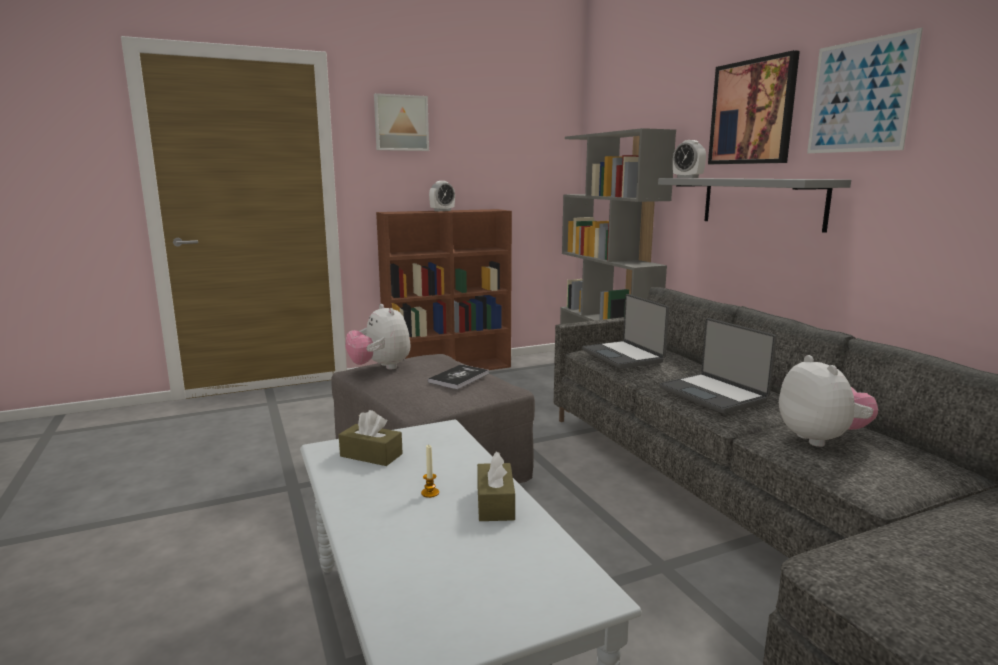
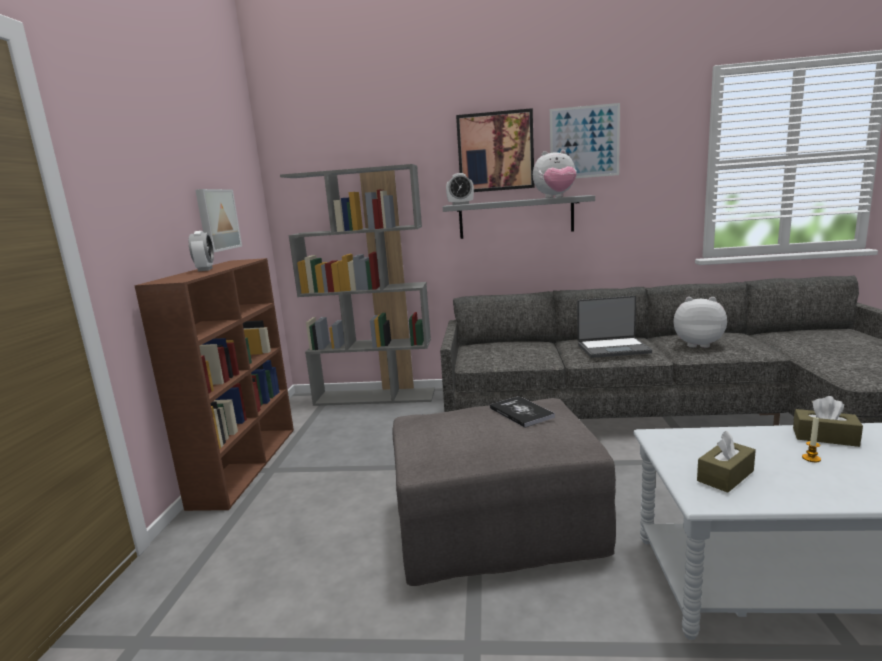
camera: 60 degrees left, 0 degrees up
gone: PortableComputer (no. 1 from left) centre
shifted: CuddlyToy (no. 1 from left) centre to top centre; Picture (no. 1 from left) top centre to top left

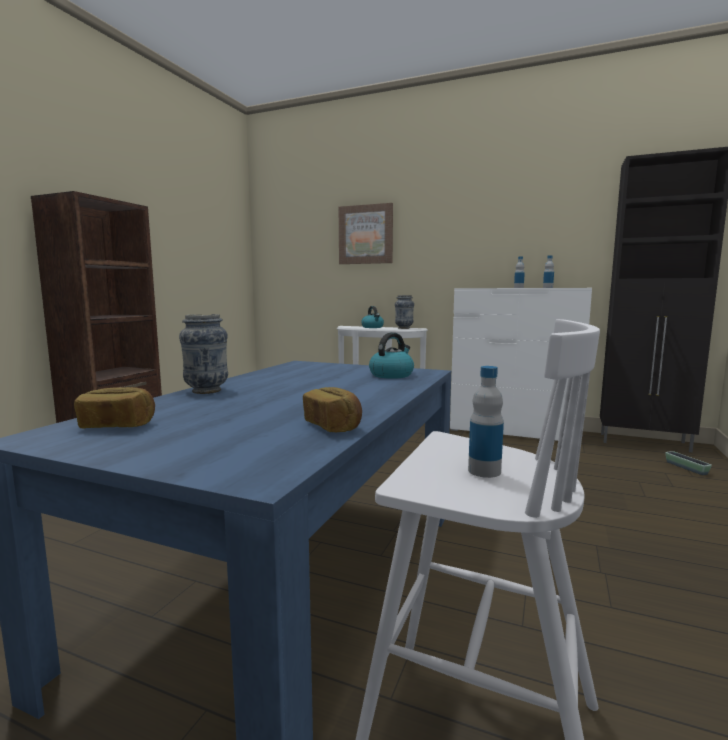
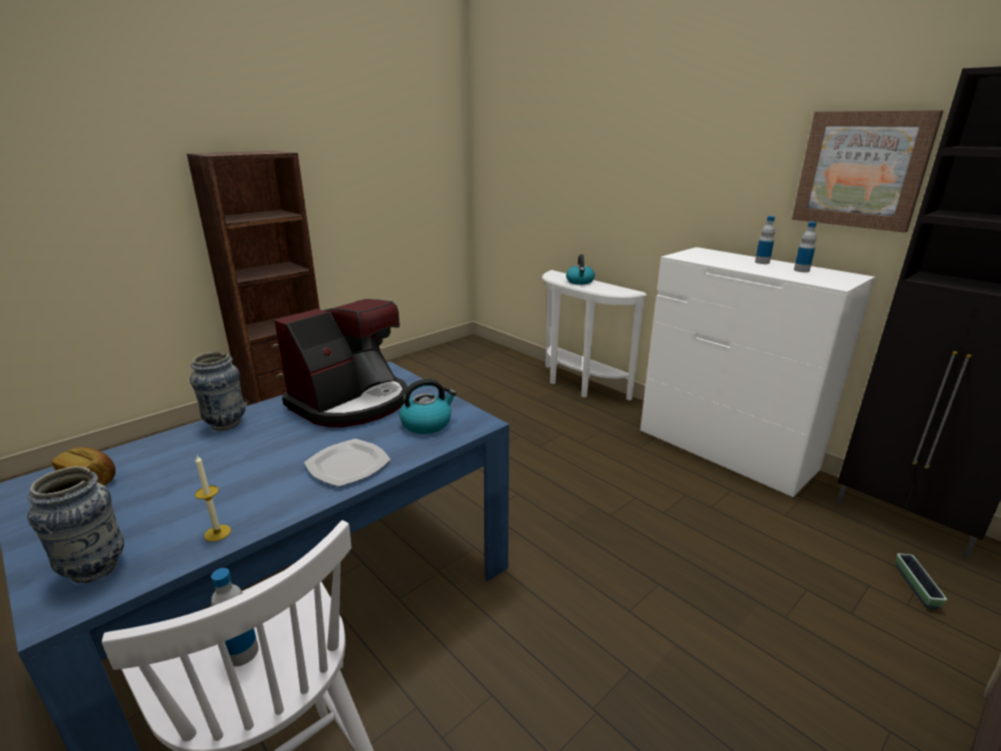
camera: 25 degrees right, 15 degrees up
new: CoffeeMaker centre; Plate centre
shifted: Picture top centre to top right; DecorativeVase (no. 2 from left in the first image) centre to DecorativeVase (no. 1 from left) bottom left
swapped: Bread (no. 2 from left) centre to WaxCandle middle left

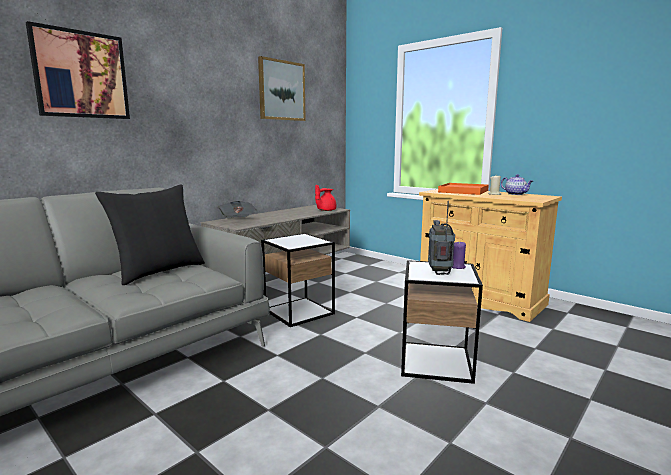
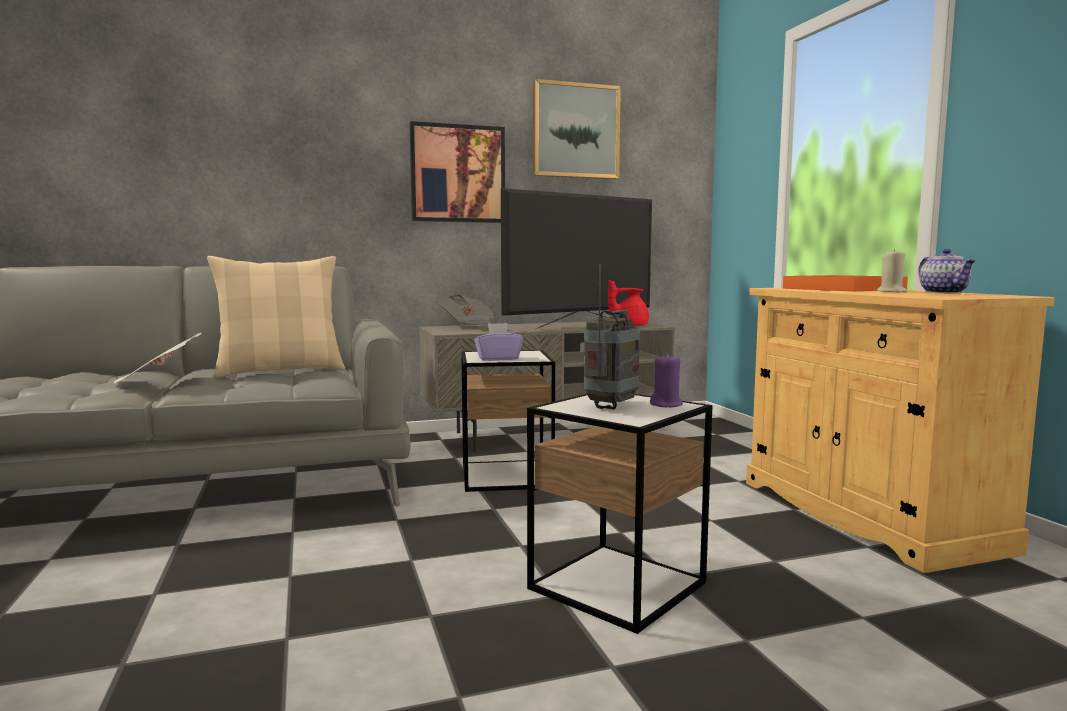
camera: 30 degrees right, 5 degrees down
new: PrintedPaper (no. 1 from left) middle left; PurpleBoxOfTissues centre; TvSet centre
shifted: Picture (no. 1 from left) top left to top centre
repainted: BlackishCushion middle left to BeigeColouredCushion middle left

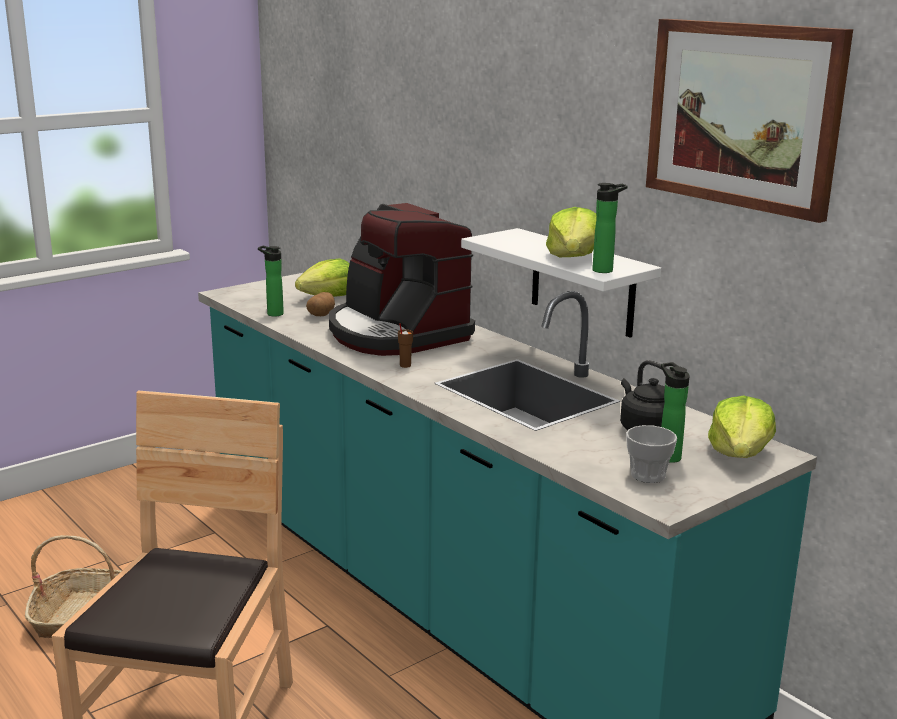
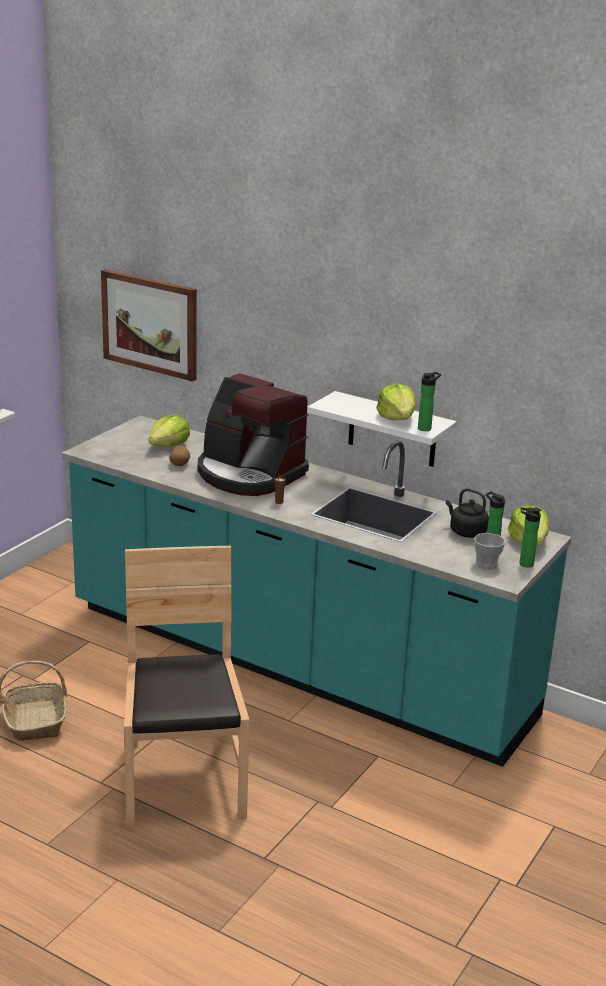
camera: 20 degrees left, 5 degrees up
shifted: DrinkBottle (no. 1 from left in the first image) middle left to DrinkBottle (no. 3 from left) middle right; Picture top right to top left

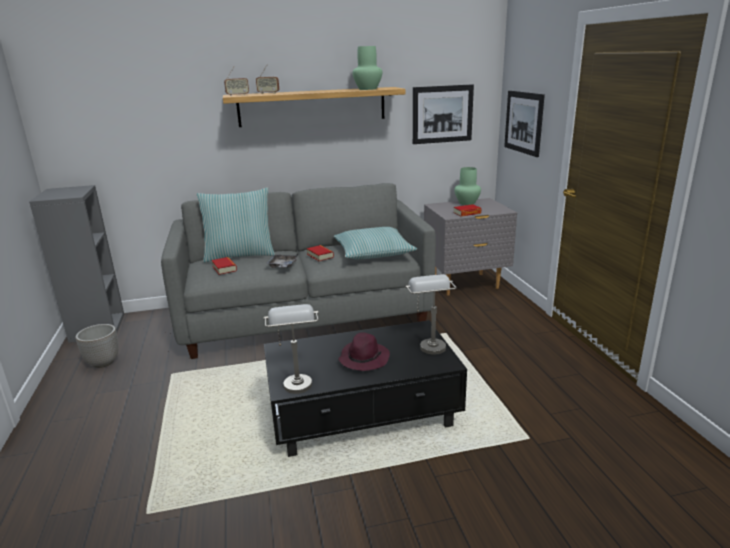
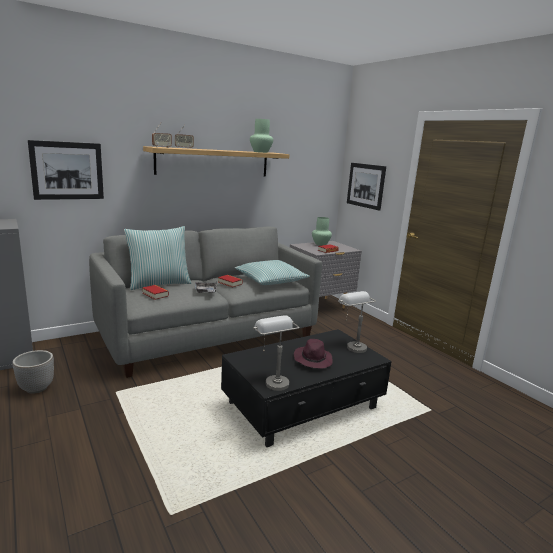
camera: 20 degrees left, 5 degrees down
shifted: Picture (no. 1 from left) top centre to top left

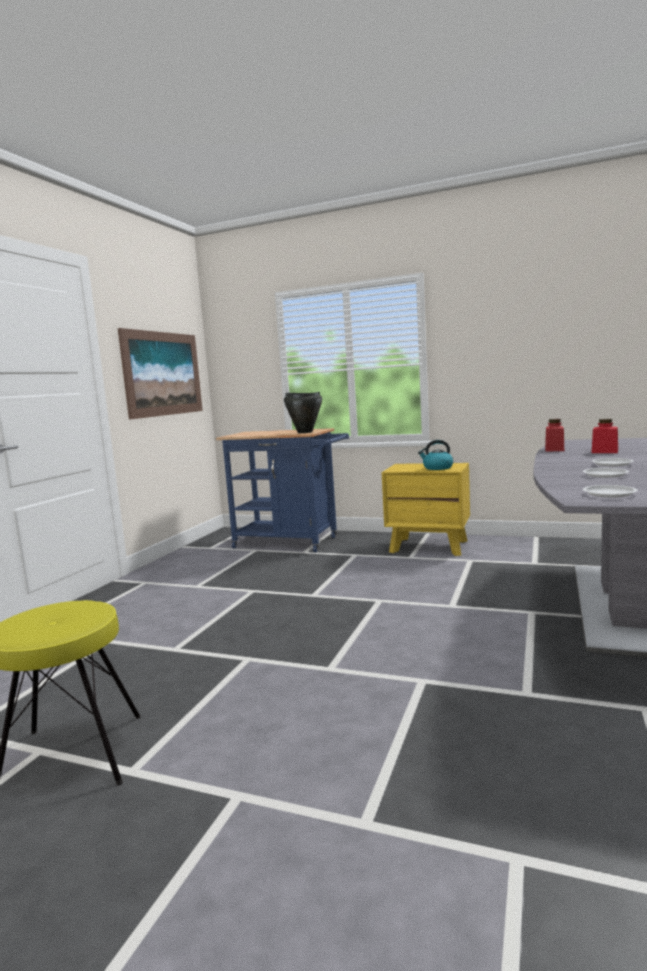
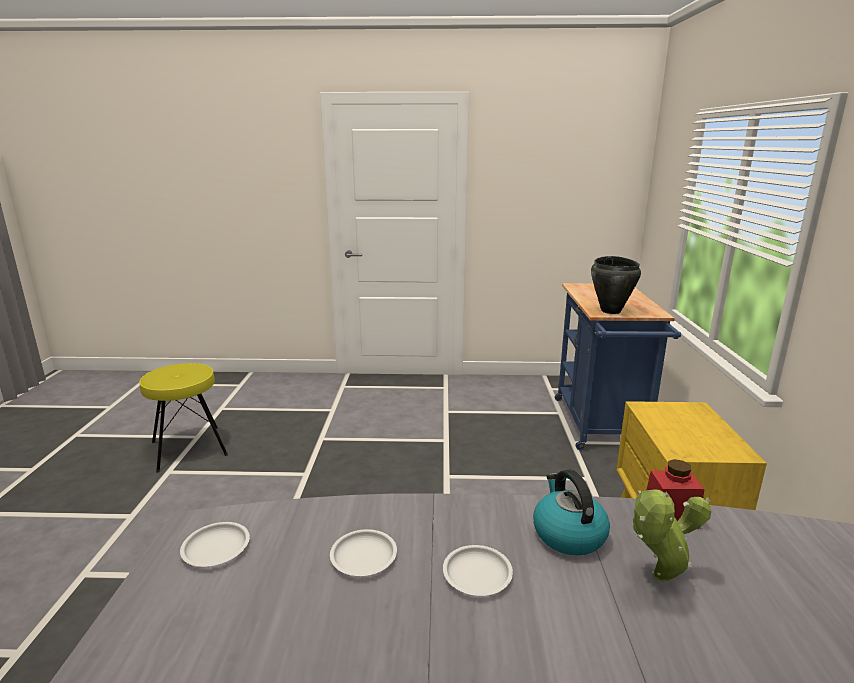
camera: 70 degrees right, 10 degrees up
gone: Picture middle left
shifted: TeaKettle middle right to bottom right
swapped: RedPreserveJar (no. 2 from left) middle right to PlantInAPot bottom right

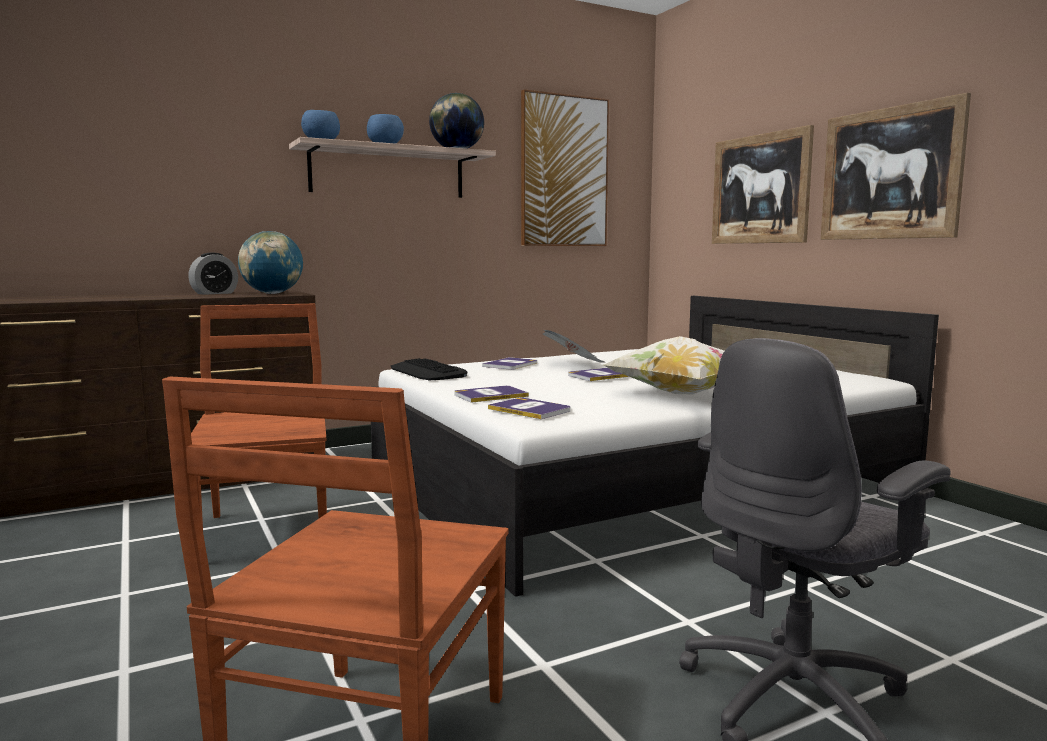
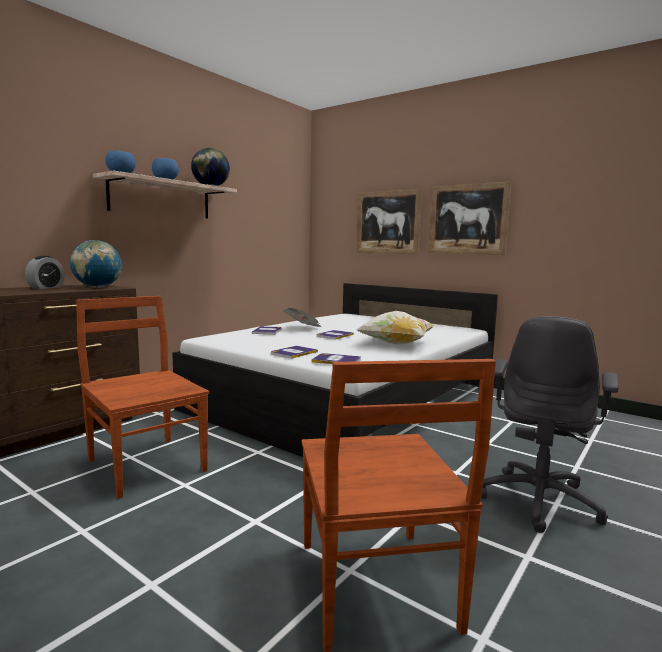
camera: 25 degrees left, 0 degrees up
gone: ComputerKeyboard centre; Picture (no. 1 from left) top centre

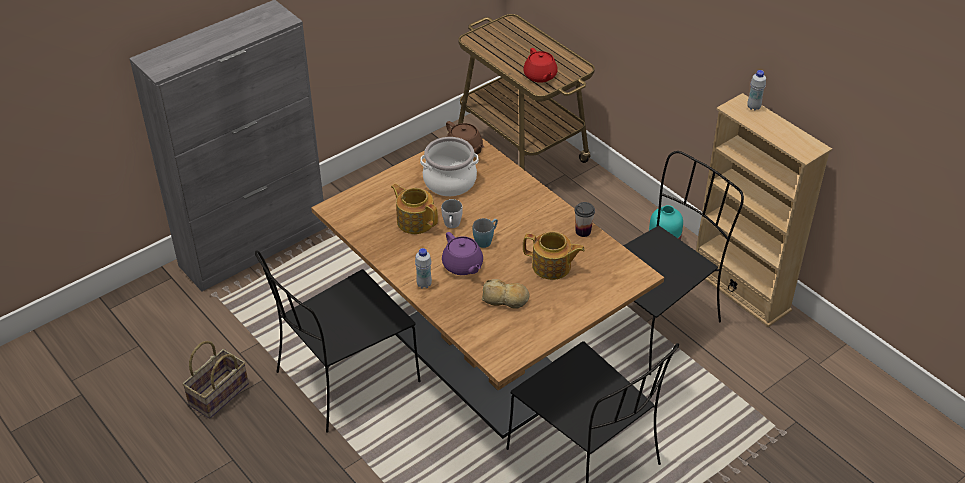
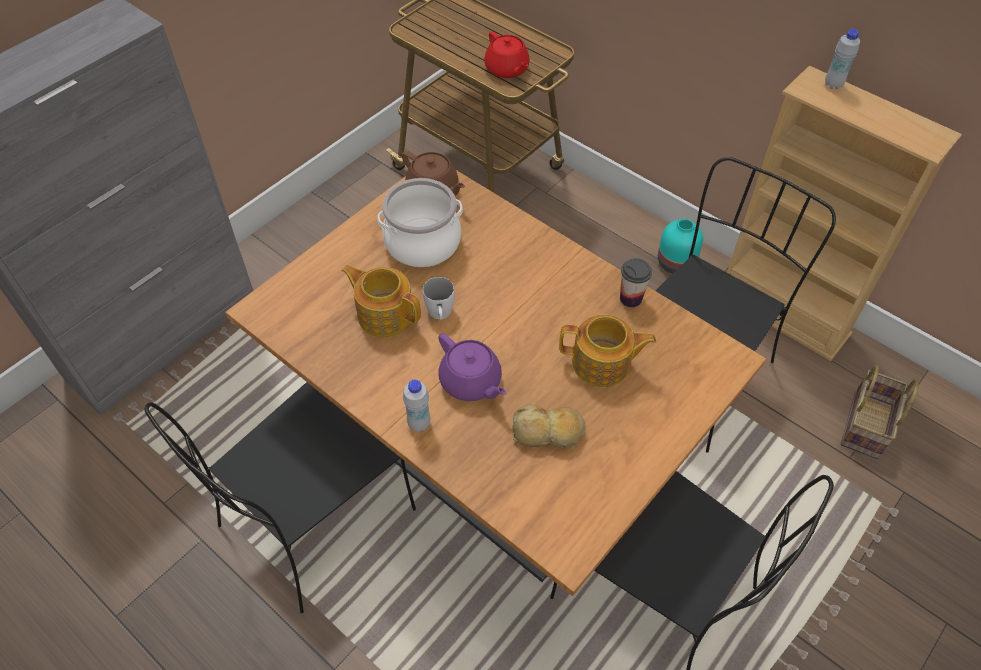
camera: 10 degrees left, 10 degrees up
gone: BluishCoffeeMug centre
shifted: HouseholdBasket bottom left to middle right

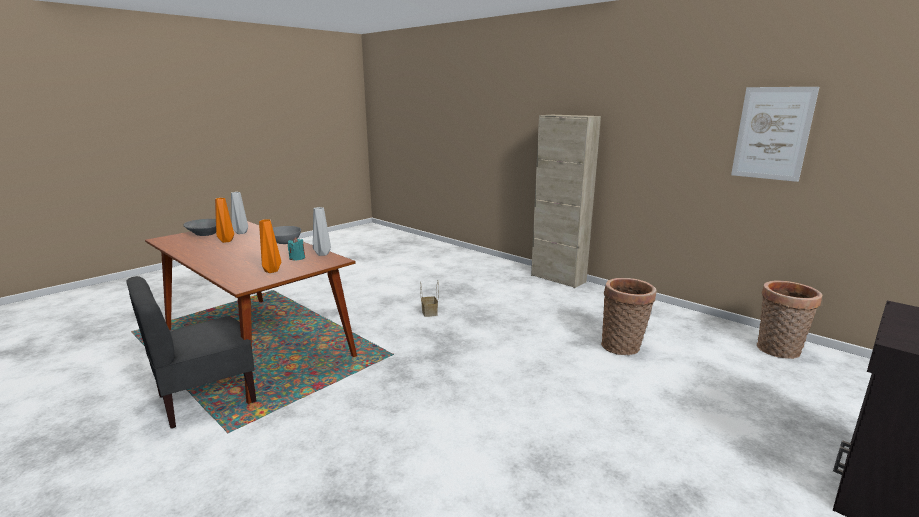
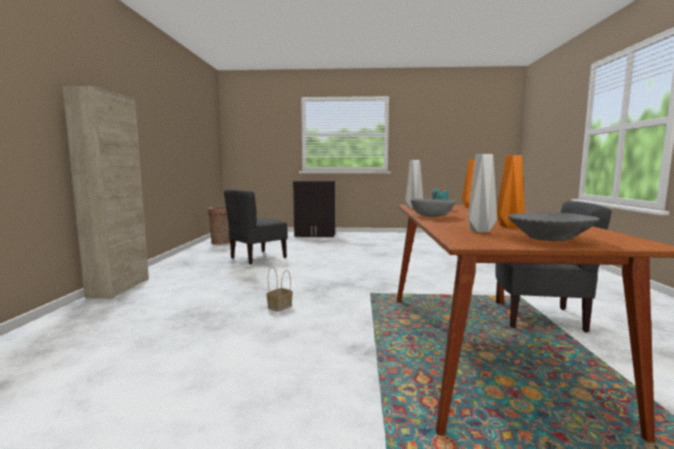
camera: 130 degrees left, 10 degrees down
gone: Picture top right
swapped: HouseholdBasket (no. 2 from left) middle right to GreyUprightChair (no. 1 from left) centre

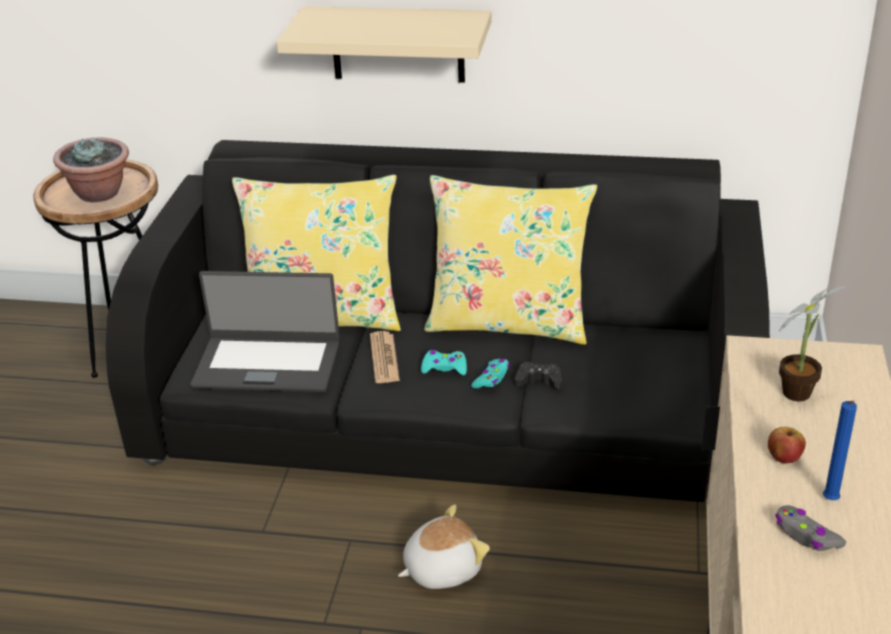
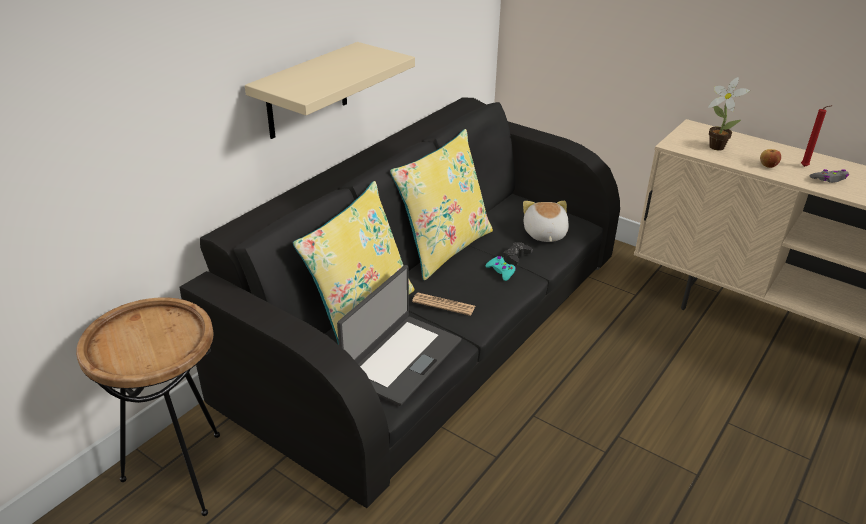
camera: 65 degrees left, 0 degrees up
gone: PlantInAPot (no. 1 from left) top left; TurquoiseColouredJoypad (no. 1 from left) centre
shifted: CuddlyToy bottom centre to centre
repainted: BluishWaxCandle bottom right to RedWaxCandle top right

